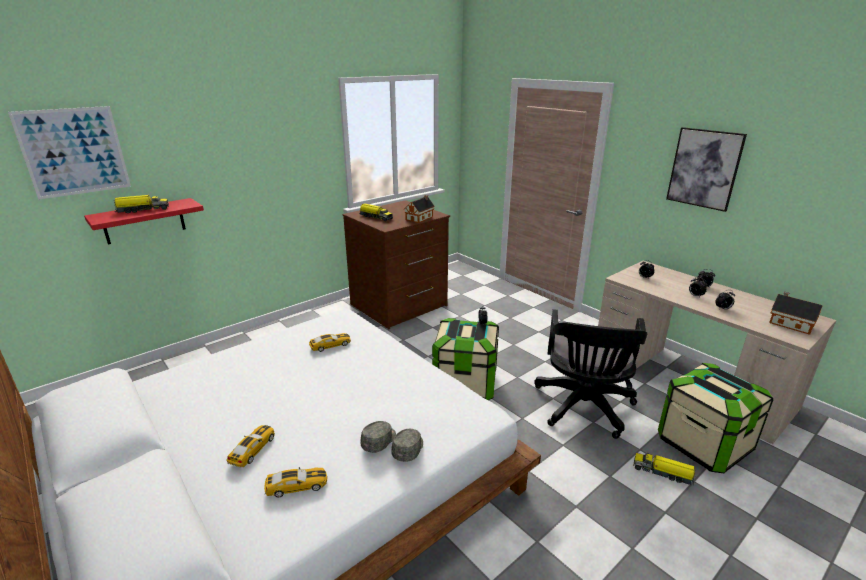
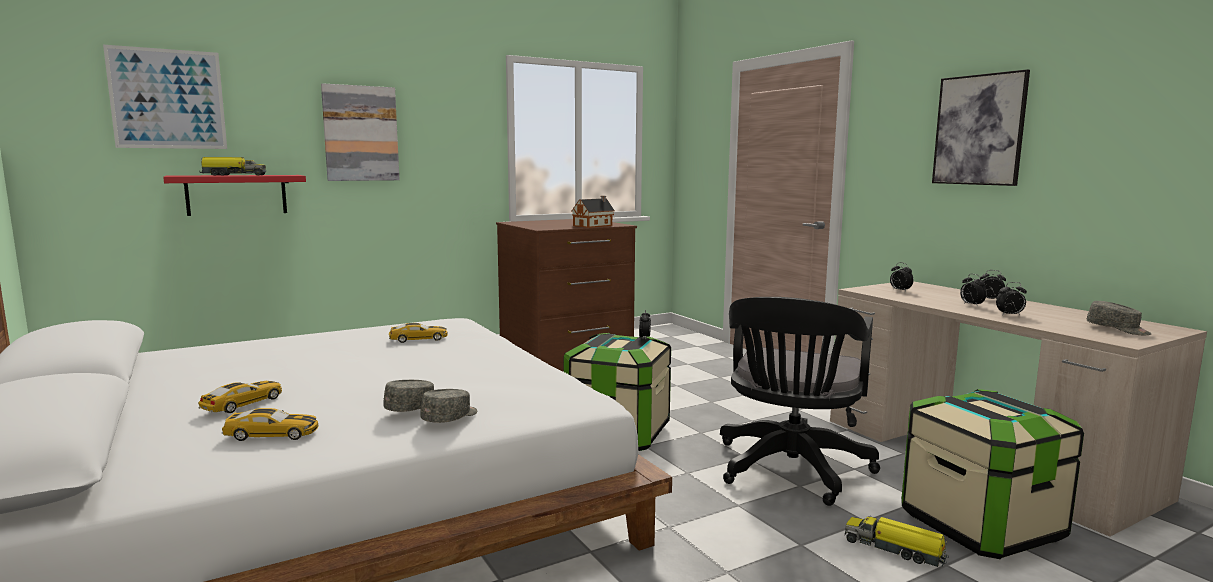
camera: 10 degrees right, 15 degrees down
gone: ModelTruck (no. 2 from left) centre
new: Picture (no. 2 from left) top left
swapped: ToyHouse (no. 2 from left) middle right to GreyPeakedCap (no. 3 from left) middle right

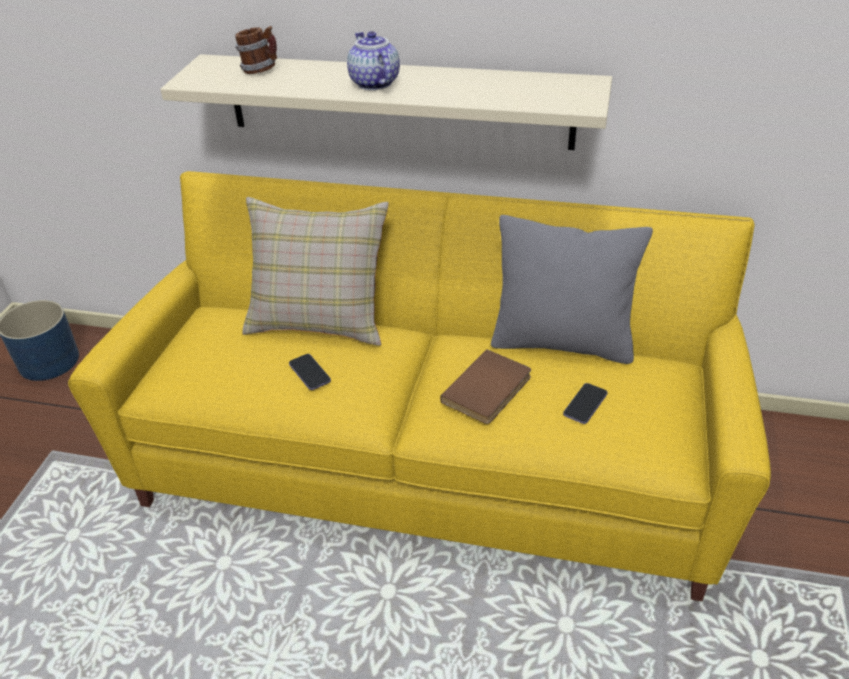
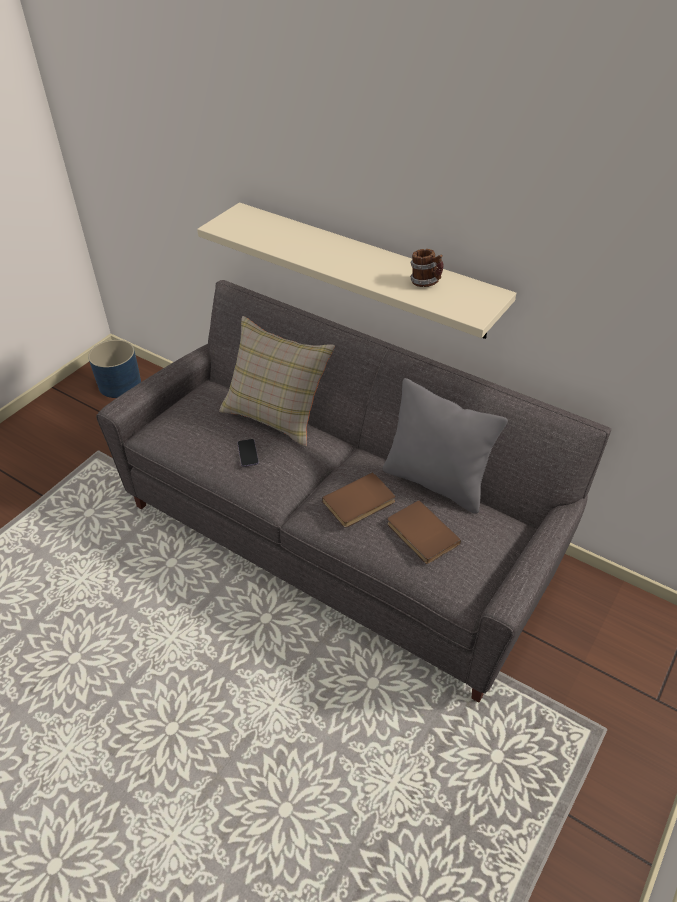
camera: 20 degrees right, 5 degrees up
gone: TeaPot top centre
shifted: CoffeeMug top left to top centre
swapped: Telephone (no. 2 from left) middle right to BrownBook (no. 2 from left) centre
repainted: YellowSofa centre to GreySofa centre

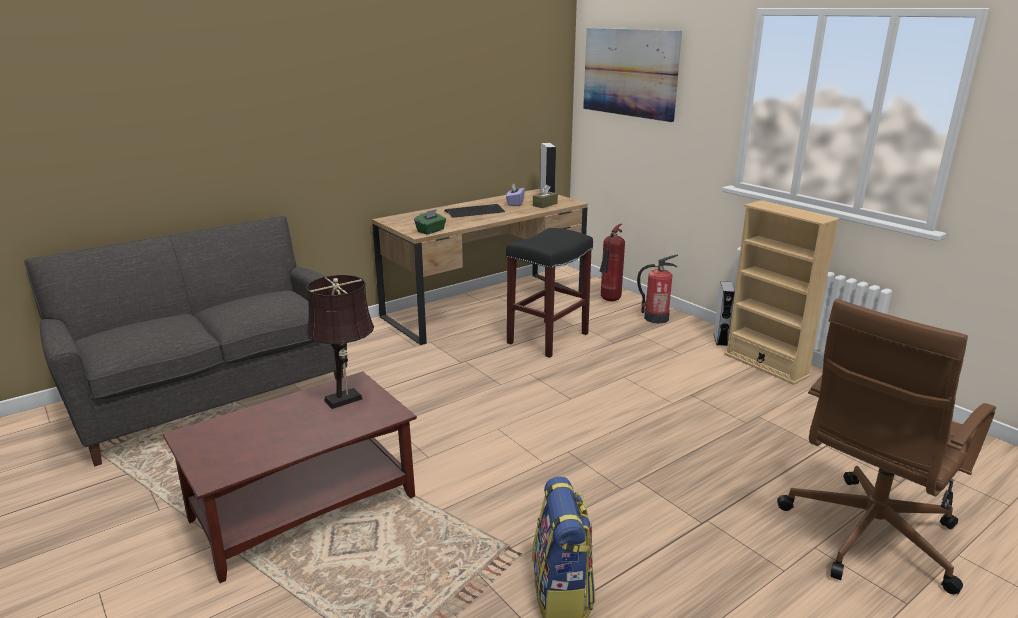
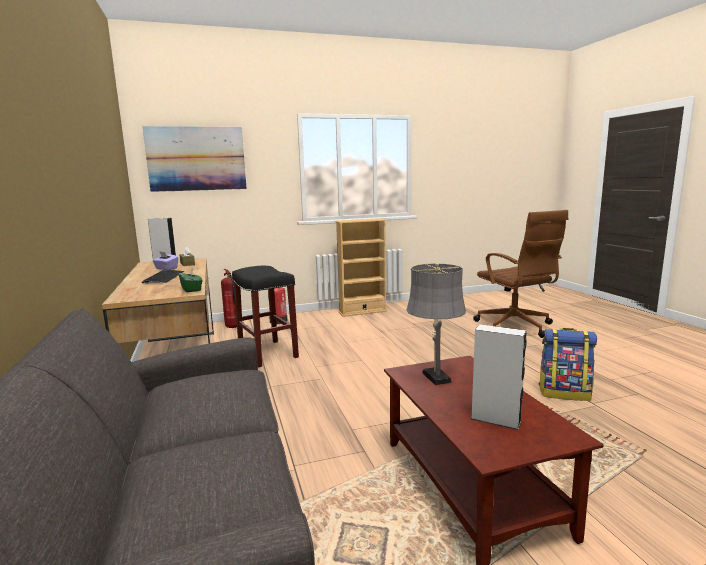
camera: 70 degrees left, 10 degrees down
shifted: GreySpeaker (no. 2 from left) middle right to bottom right
repainted: BrownLampForATable centre to GreyLampForATable centre

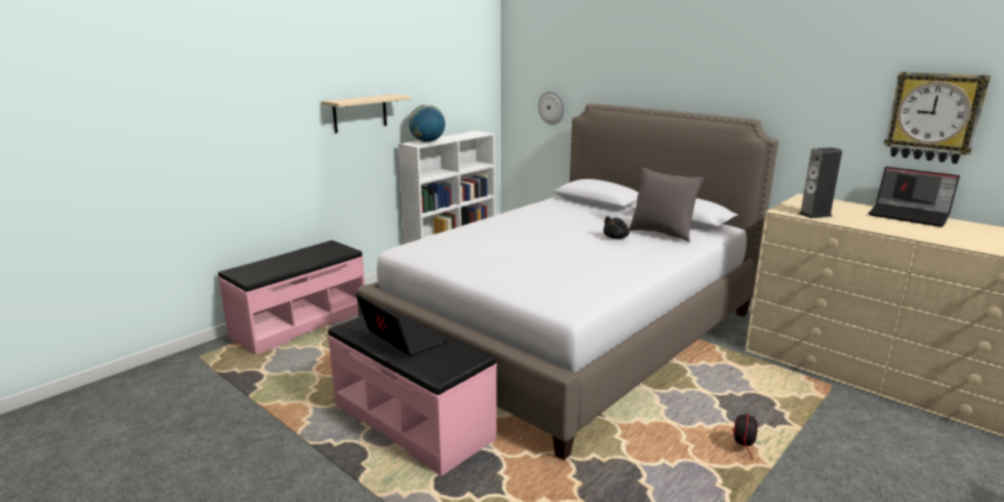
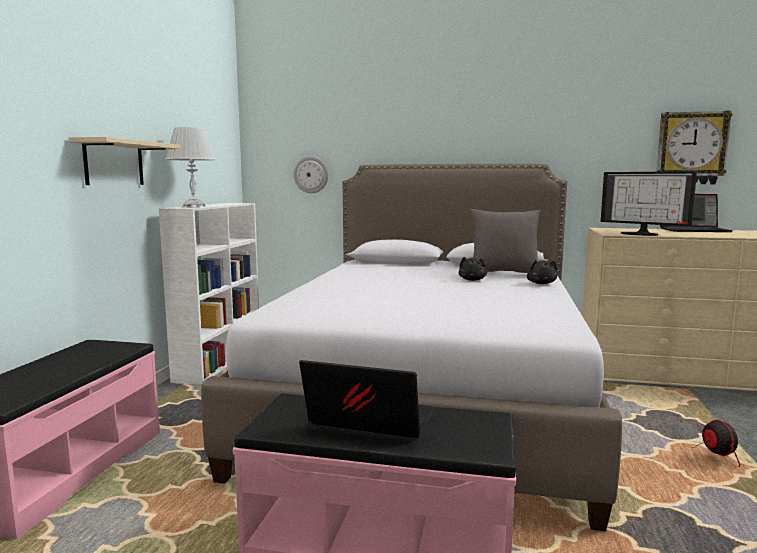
camera: 30 degrees left, 10 degrees down
new: BlackishCuddlyToy (no. 2 from left) middle right
swapped: WorldGlobe top centre to WhiteColouredLampForATable top left; Speaker middle right to Monitor middle right

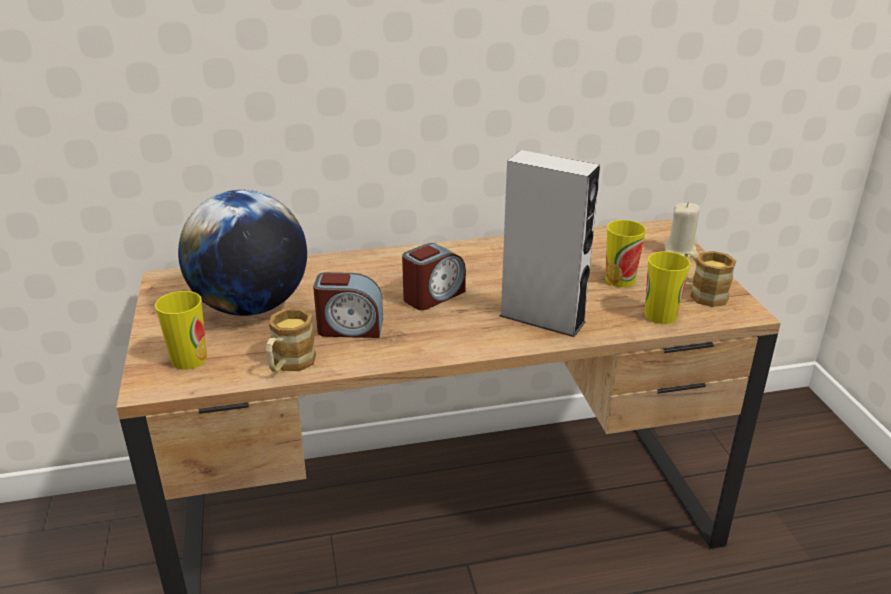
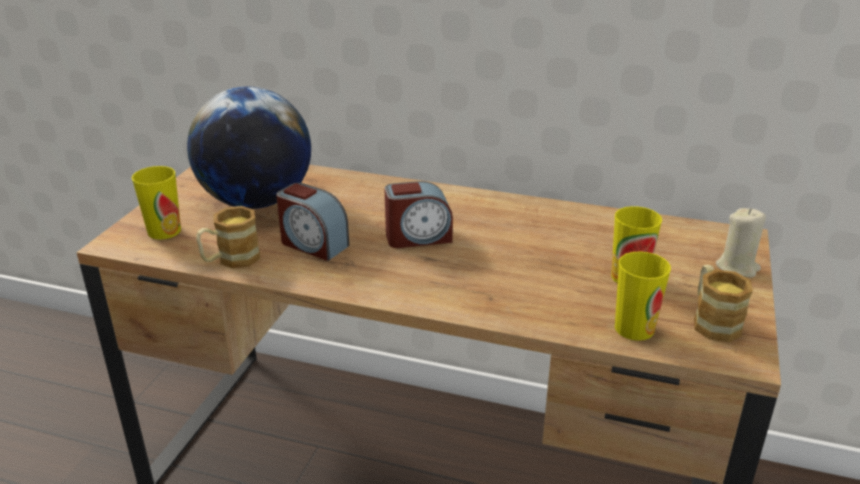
camera: 30 degrees right, 0 degrees up
gone: GreySpeaker centre

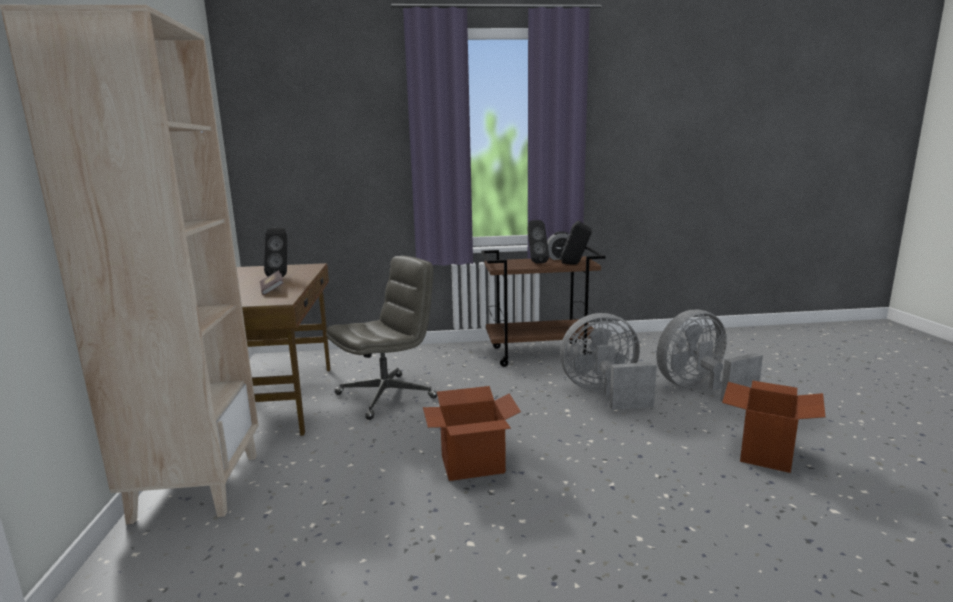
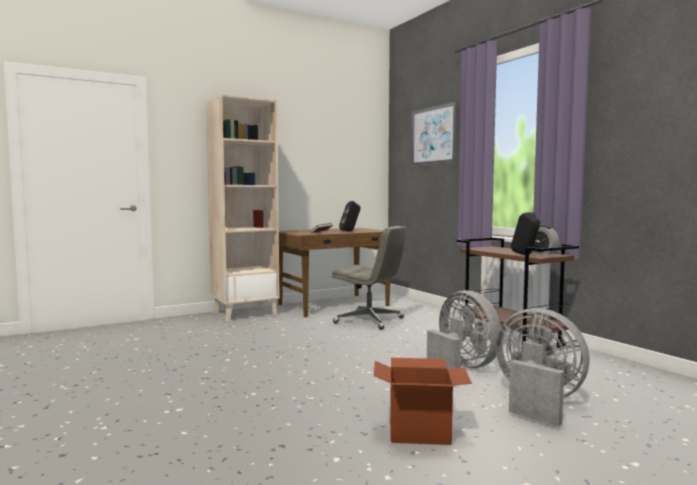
camera: 65 degrees right, 10 degrees down
gone: Carton (no. 1 from left) bottom centre; BlackishSpeaker (no. 2 from left) centre
new: Picture top centre

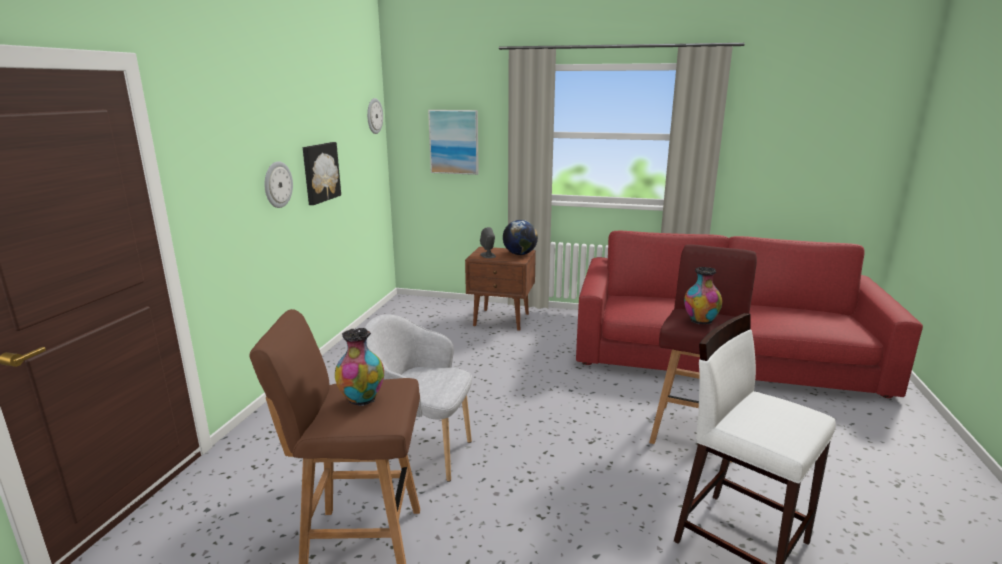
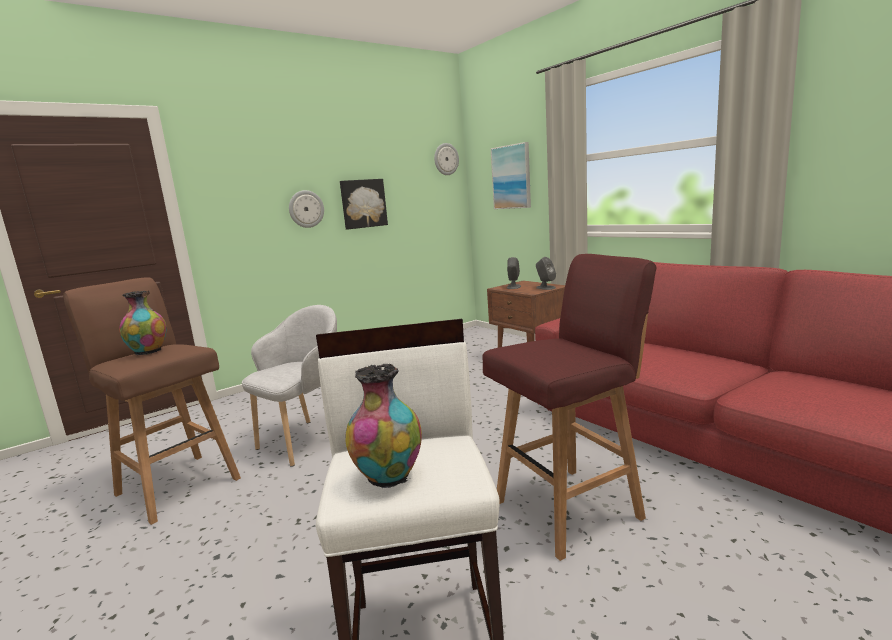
camera: 40 degrees right, 5 degrees down
shifted: DecorativeVase (no. 2 from left) middle right to centre
swapped: WorldGlobe centre to GreySpeaker (no. 2 from left) centre
rotated: GreyArmchair bottom centre = middle left 75 degrees clockwise

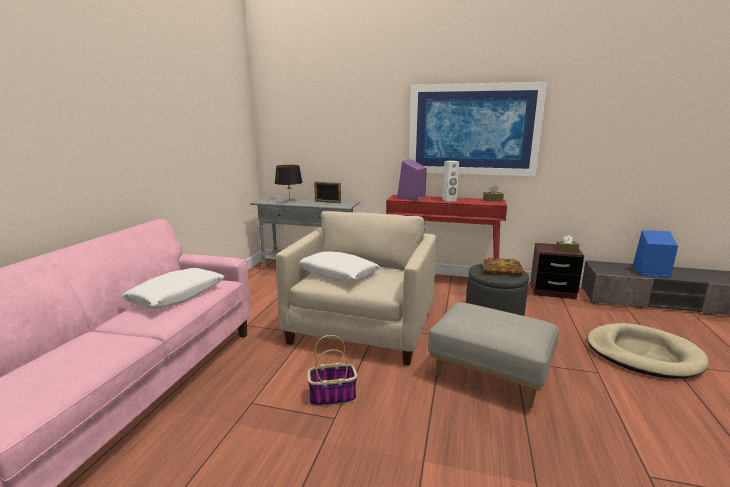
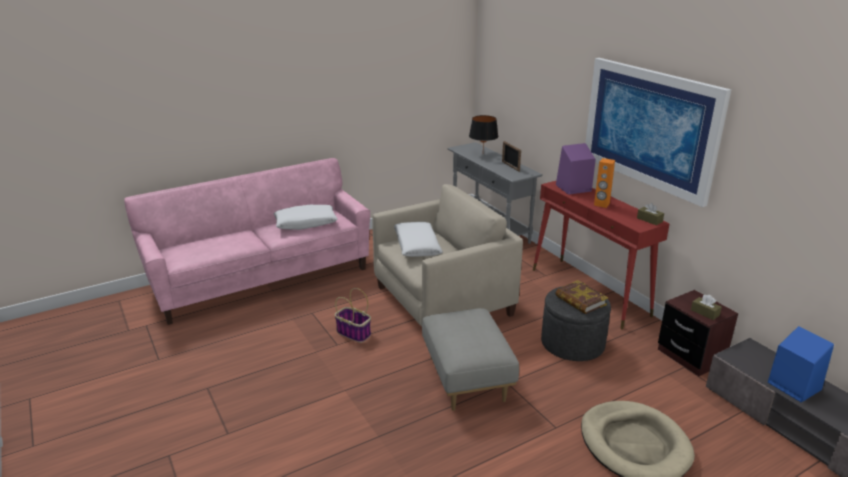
camera: 45 degrees right, 10 degrees up
repainted: WhiteColouredSpeaker centre to OrangeColouredSpeaker middle right

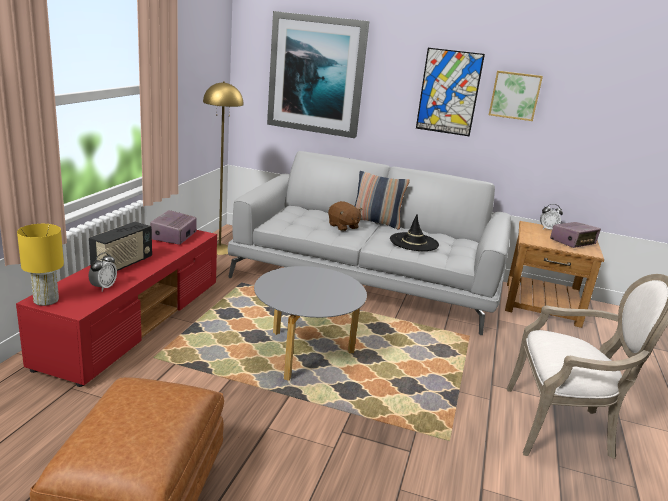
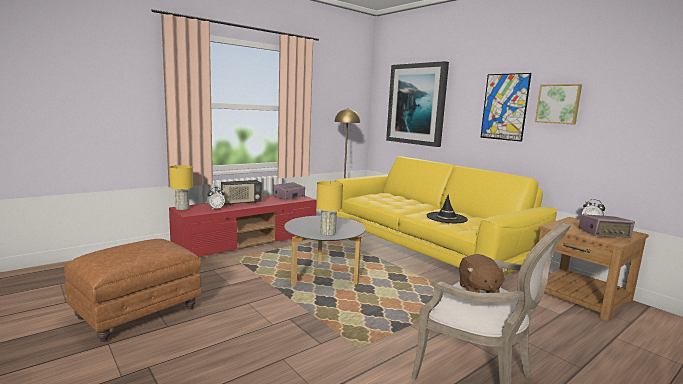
camera: 35 degrees right, 10 degrees down
gone: Cushion centre
new: YellowLampForATable (no. 2 from left) centre
shifted: BrownCuddlyToy centre to bottom right
repainted: GreySofa centre to YellowSofa centre

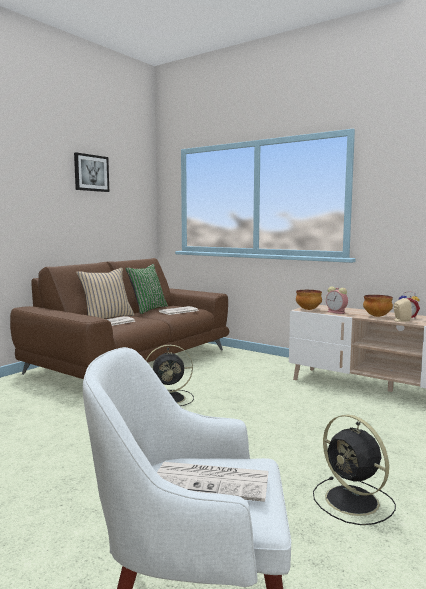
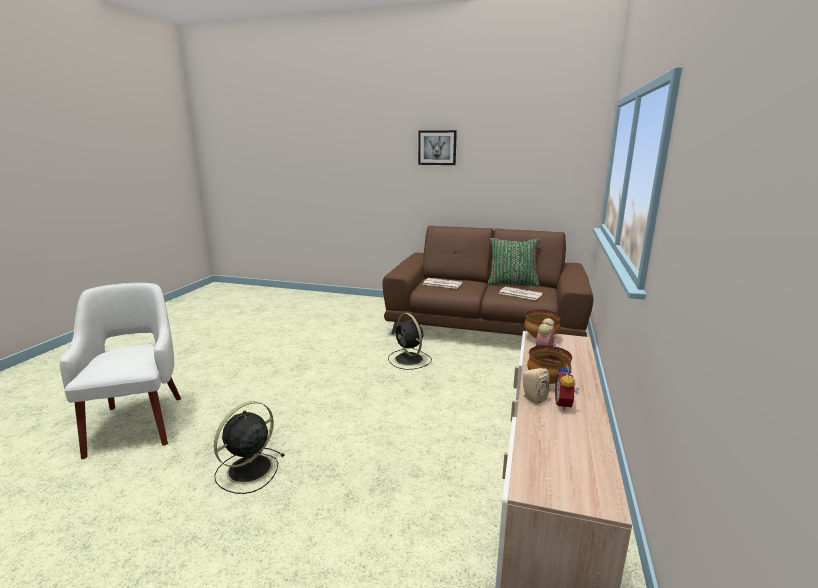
camera: 70 degrees right, 10 degrees up
gone: BeigeColouredCushion middle left; PrintedPaper (no. 3 from left) bottom centre
shifted: Picture top left to top centre

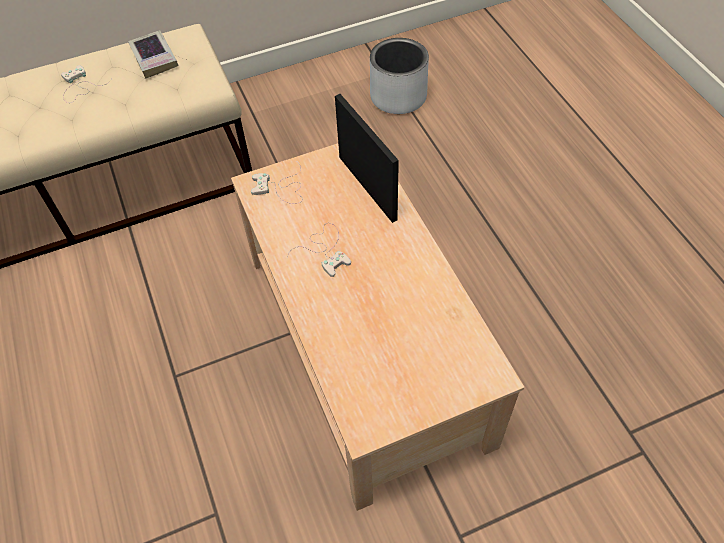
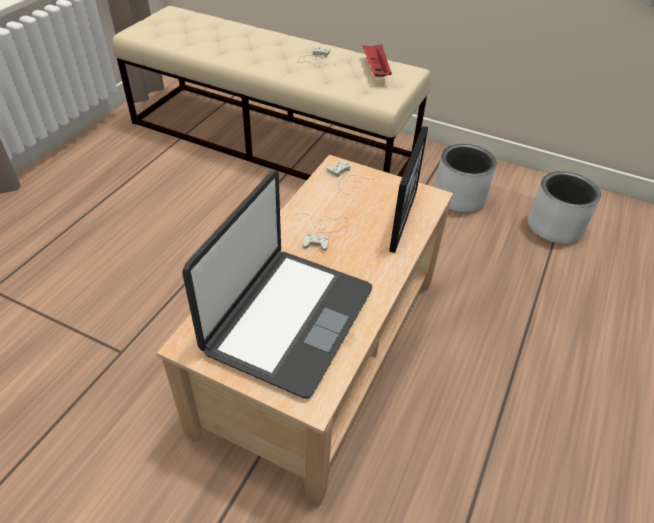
camera: 45 degrees right, 10 degrees down
new: PortableComputer centre; GreyFlowerPot (no. 1 from left) middle right
swapped: Book top left to RedServingTray top centre

